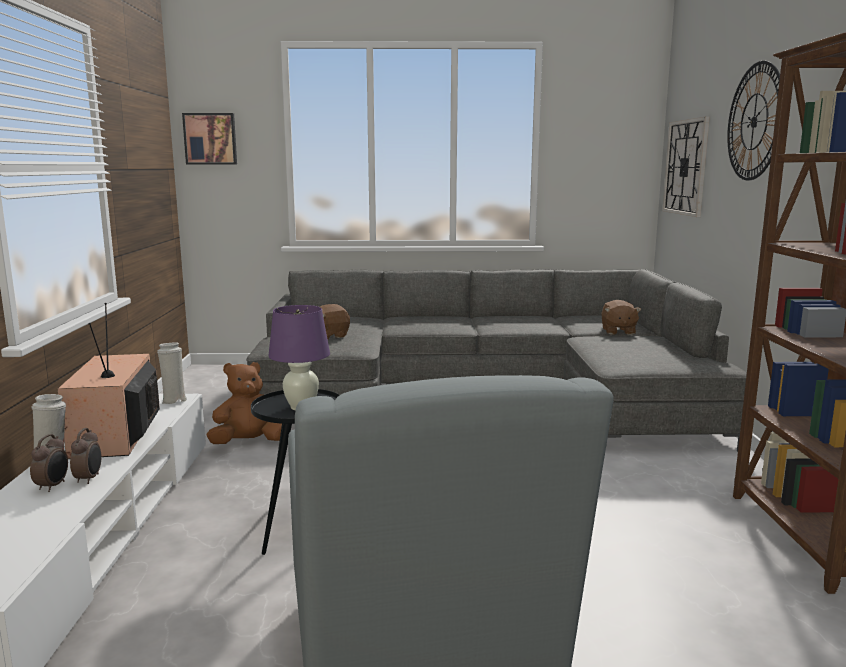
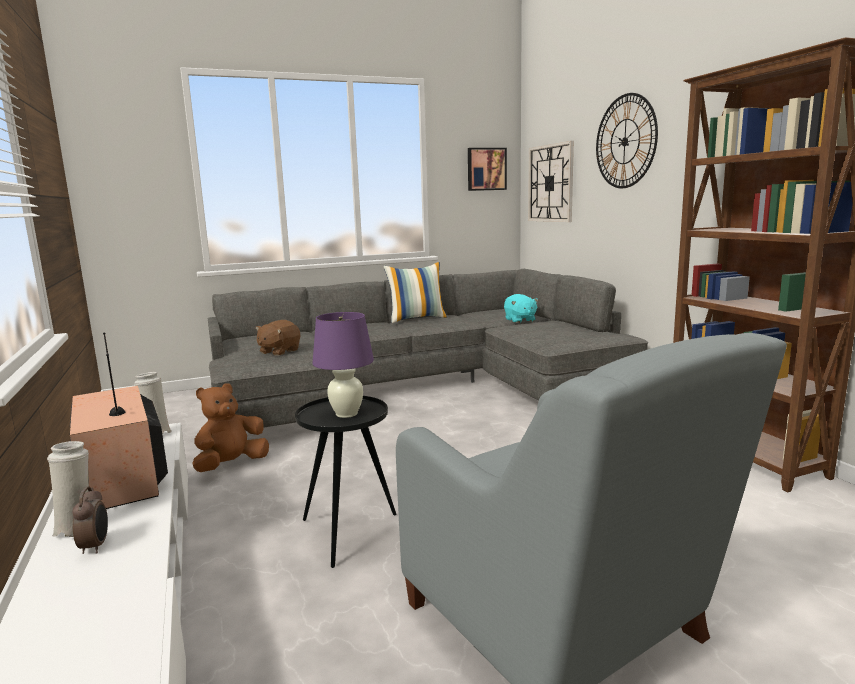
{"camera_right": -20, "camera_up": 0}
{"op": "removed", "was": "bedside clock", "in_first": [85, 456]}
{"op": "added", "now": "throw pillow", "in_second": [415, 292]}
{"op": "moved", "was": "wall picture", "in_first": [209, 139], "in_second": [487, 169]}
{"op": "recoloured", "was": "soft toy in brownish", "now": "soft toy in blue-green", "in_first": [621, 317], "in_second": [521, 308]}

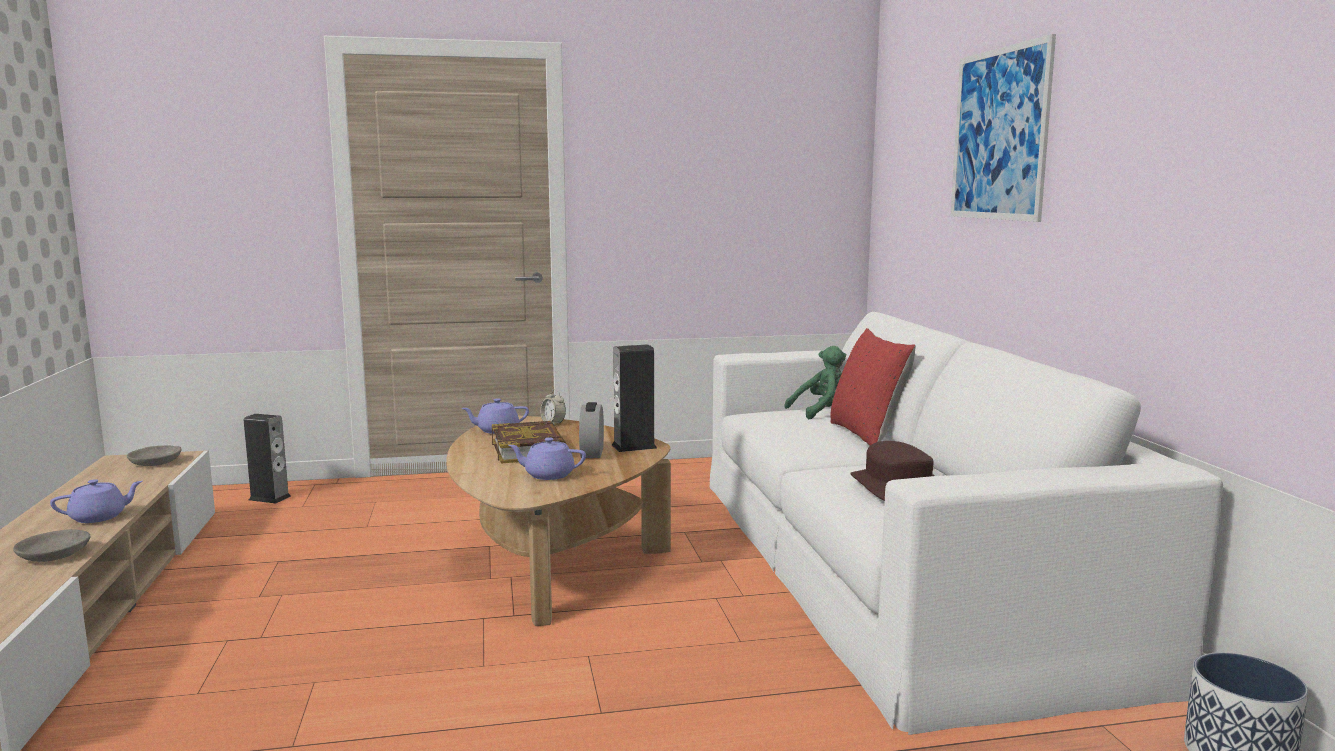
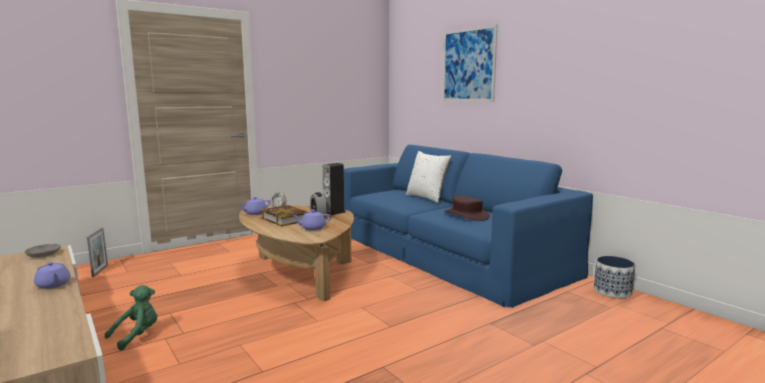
{"camera_right": -25, "camera_up": 0}
{"op": "removed", "was": "deep dish in grey", "in_first": [52, 545]}
{"op": "moved", "was": "soft toy in greenish", "in_first": [816, 382], "in_second": [131, 318]}
{"op": "replaced", "was": "loudspeaker", "now": "photo frame", "in_first": [267, 458], "in_second": [97, 252]}
{"op": "recoloured", "was": "sofa in whitish", "now": "sofa in bluish", "in_first": [966, 523], "in_second": [468, 226]}
{"op": "recoloured", "was": "throw pillow in red", "now": "throw pillow in whitish", "in_first": [873, 386], "in_second": [428, 177]}
{"op": "turned", "was": "pot for tea in purple", "in_first": [96, 501], "in_second": [52, 275], "clockwise": 105}

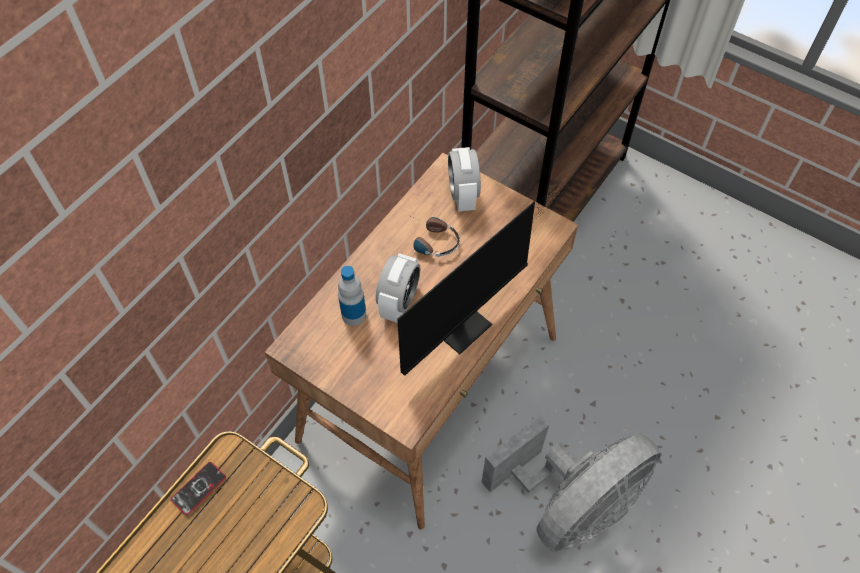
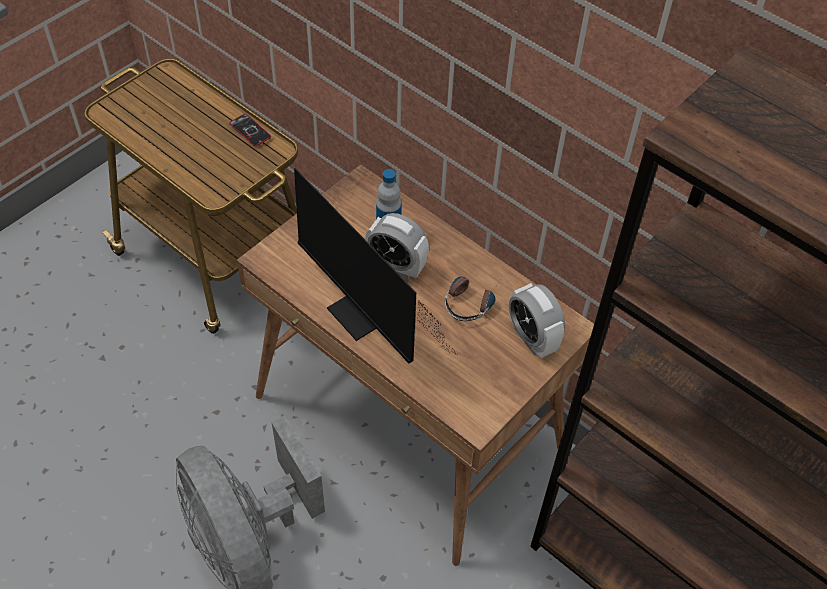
{"camera_right": 95, "camera_up": -5}
{"op": "turned", "was": "bedside clock", "in_first": [464, 179], "in_second": [537, 320], "clockwise": -120}

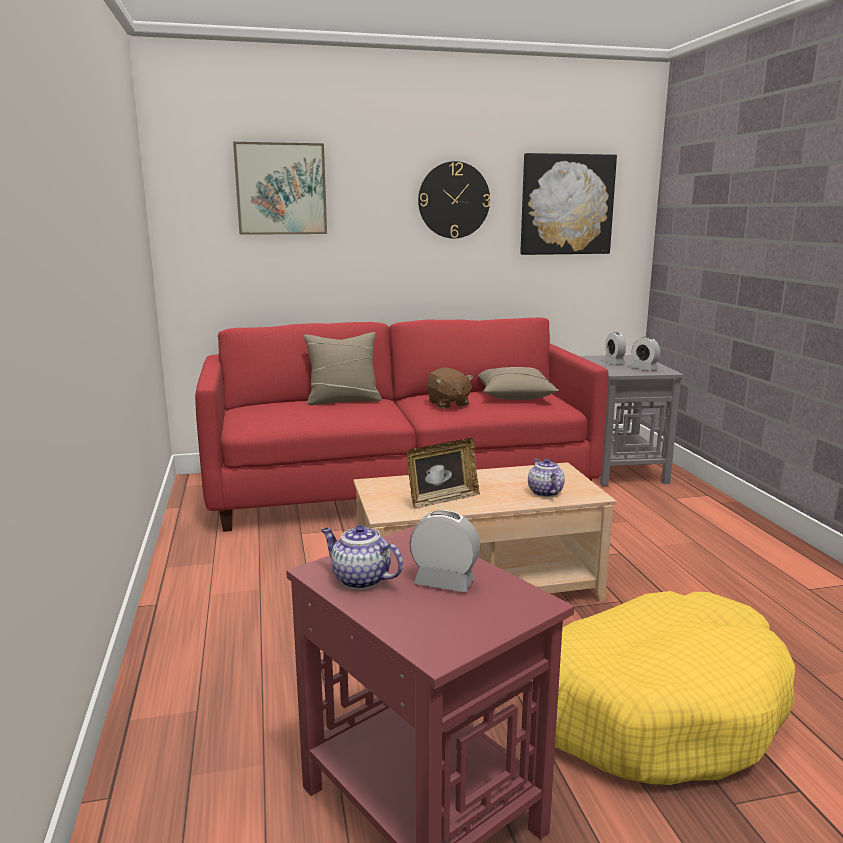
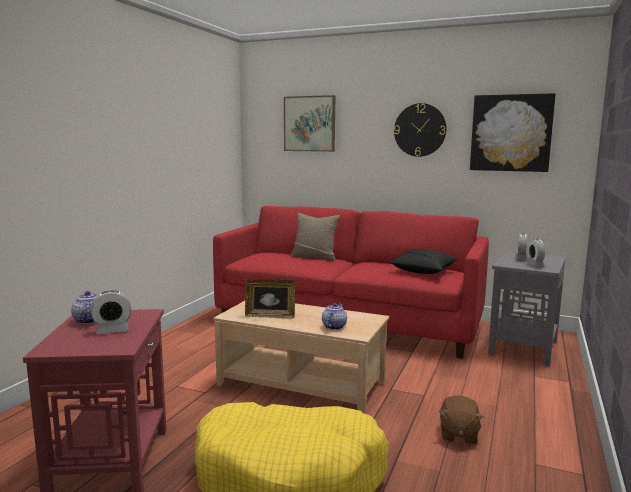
{"camera_right": 35, "camera_up": -5}
{"op": "moved", "was": "soft toy in brownish", "in_first": [450, 388], "in_second": [461, 420]}
{"op": "recoloured", "was": "throw pillow in beige-coloured", "now": "throw pillow in black-coloured", "in_first": [518, 383], "in_second": [424, 261]}
{"op": "turned", "was": "bedside clock", "in_first": [445, 551], "in_second": [111, 312], "clockwise": 105}

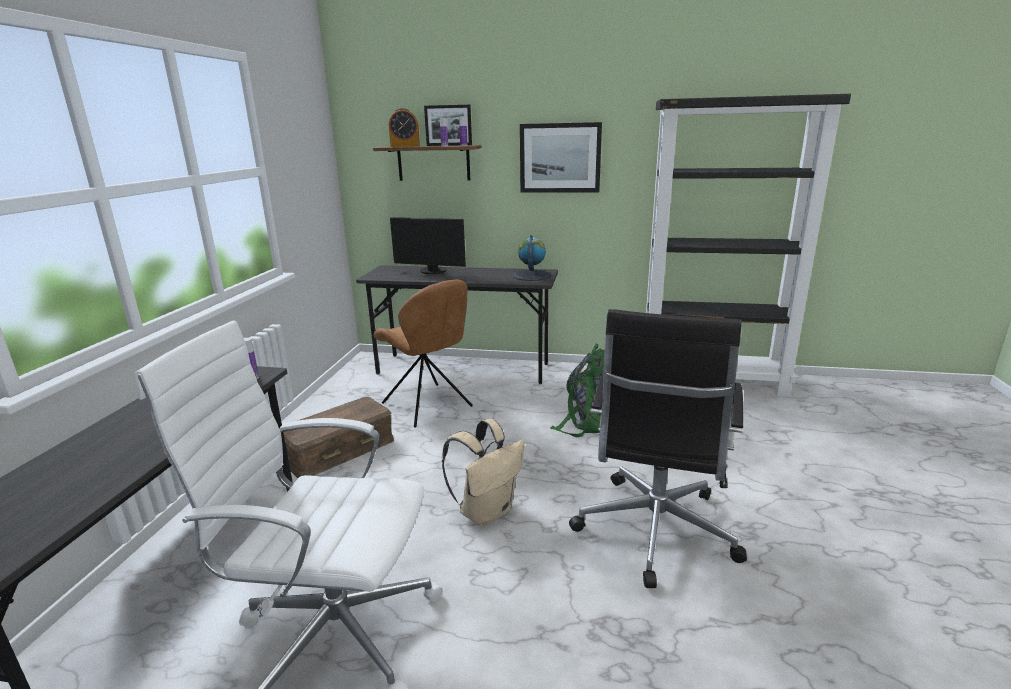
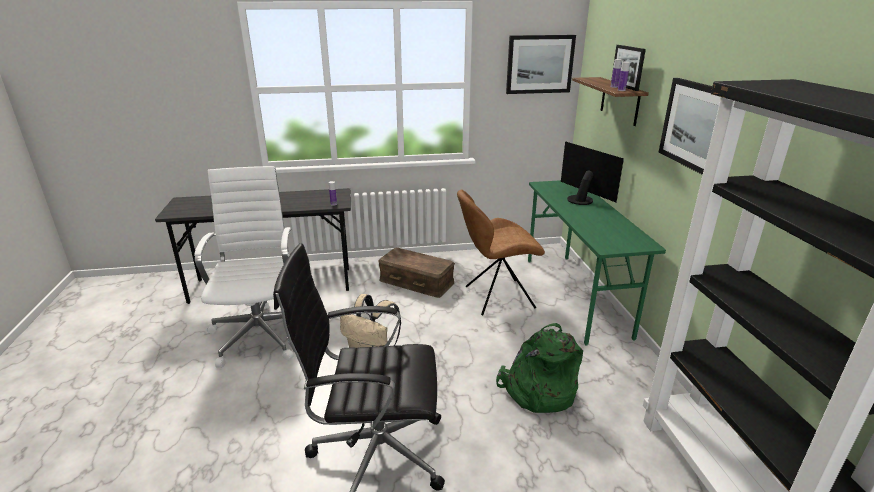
{"camera_right": 70, "camera_up": 5}
{"op": "removed", "was": "bedside clock", "in_first": [404, 127]}
{"op": "removed", "was": "world globe", "in_first": [532, 258]}
{"op": "added", "now": "wall picture", "in_second": [541, 64]}
{"op": "recoloured", "was": "desk unit in grey", "now": "desk unit in greenish", "in_first": [457, 324], "in_second": [597, 262]}
{"op": "turned", "was": "plain chair in brownish", "in_first": [423, 353], "in_second": [501, 253], "clockwise": 45}
{"op": "turned", "was": "computer screen", "in_first": [428, 245], "in_second": [592, 173], "clockwise": 150}

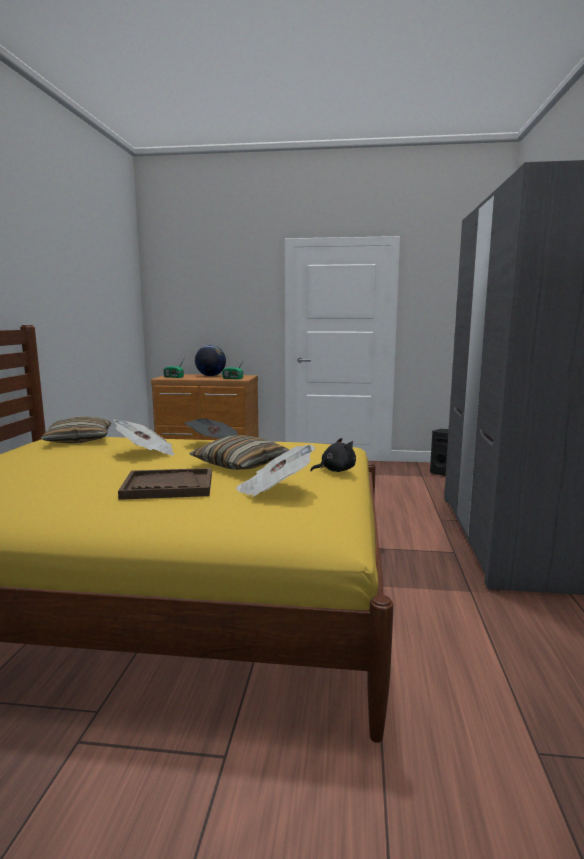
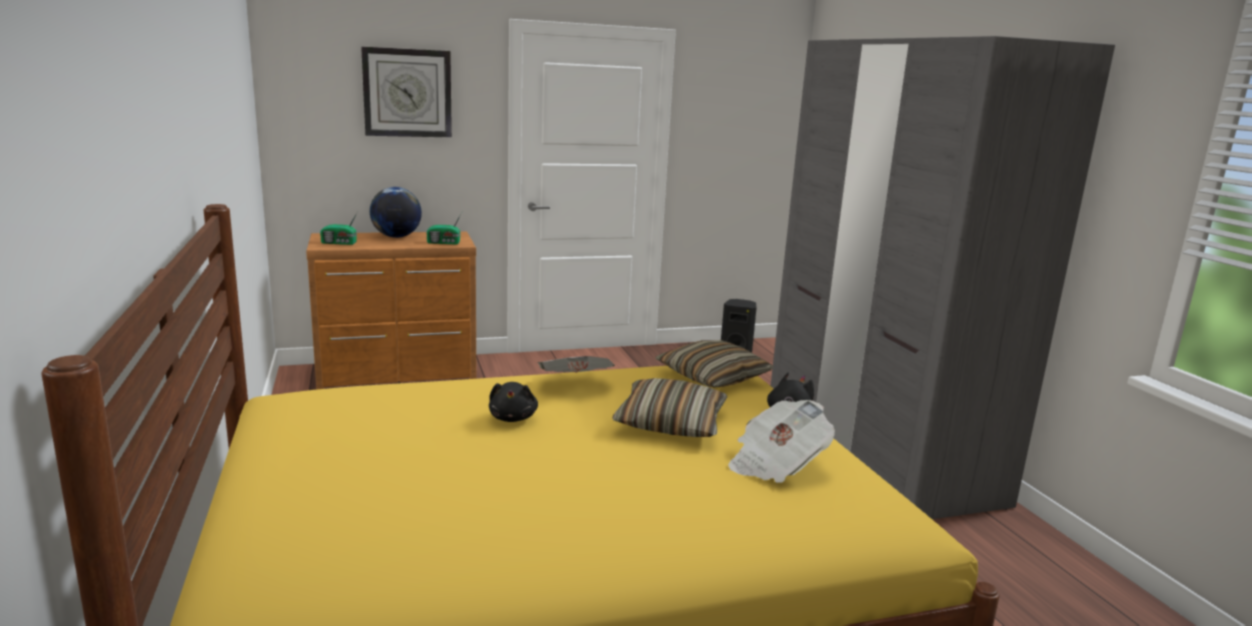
{"camera_right": -25, "camera_up": 5}
{"op": "removed", "was": "serving tray in brownish", "in_first": [165, 484]}
{"op": "added", "now": "clock on the wall", "in_second": [406, 92]}
{"op": "moved", "was": "throw pillow", "in_first": [76, 430], "in_second": [714, 363]}
{"op": "replaced", "was": "newspaper", "now": "soft toy in black-coloured", "in_first": [144, 437], "in_second": [513, 402]}

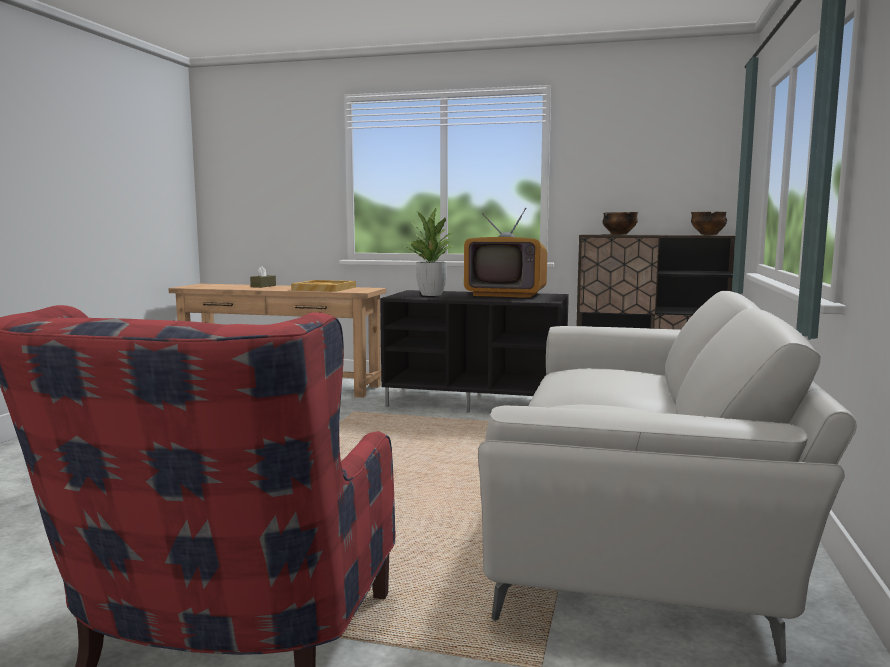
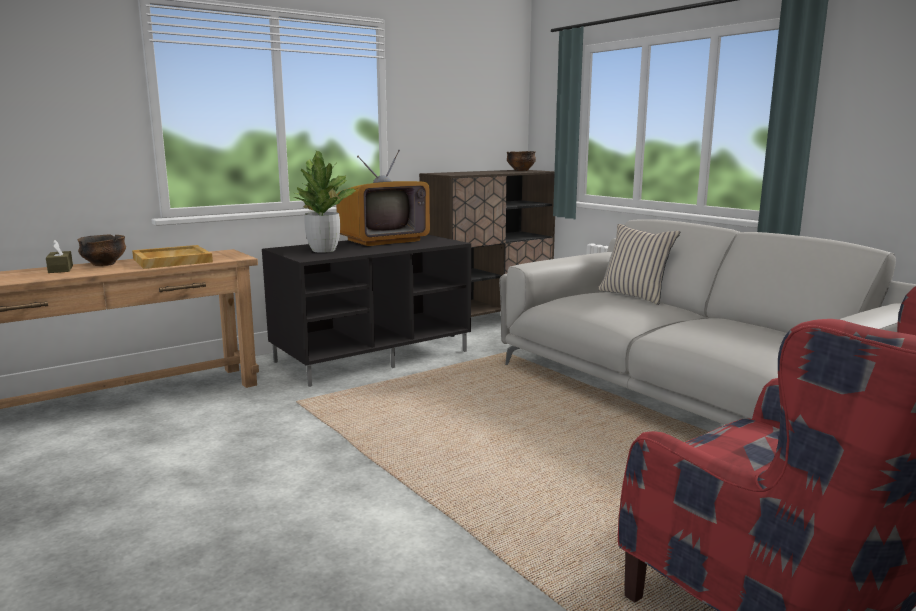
{"camera_right": -50, "camera_up": 5}
{"op": "added", "now": "throw pillow in beige-coloured", "in_second": [639, 264]}
{"op": "moved", "was": "deep dish", "in_first": [620, 223], "in_second": [101, 250]}

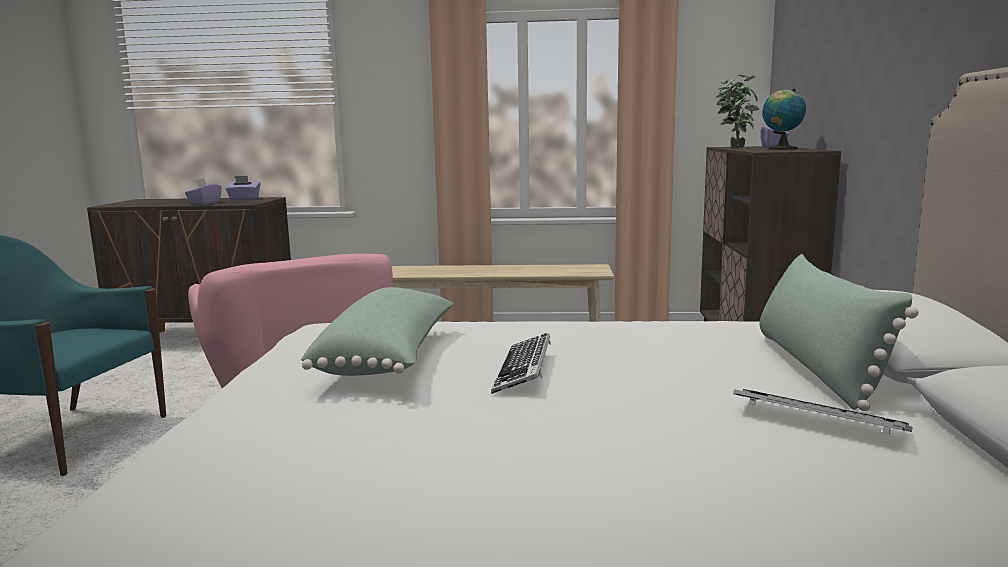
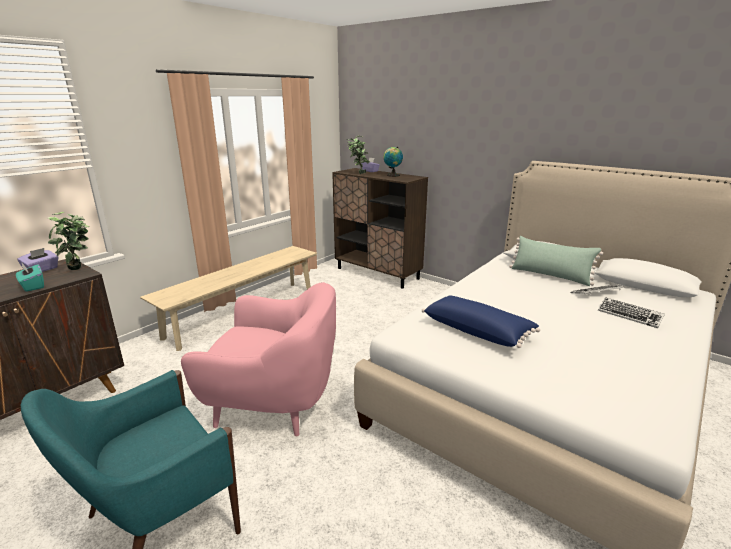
{"camera_right": -55, "camera_up": 10}
{"op": "added", "now": "plant in a pot", "in_second": [68, 241]}
{"op": "moved", "was": "keyboard", "in_first": [521, 363], "in_second": [631, 312]}
{"op": "recoloured", "was": "tissue holder in purple", "now": "tissue holder in blue-green", "in_first": [203, 191], "in_second": [30, 277]}
{"op": "recoloured", "was": "throw pillow in greenish", "now": "throw pillow in bluish", "in_first": [377, 331], "in_second": [481, 322]}

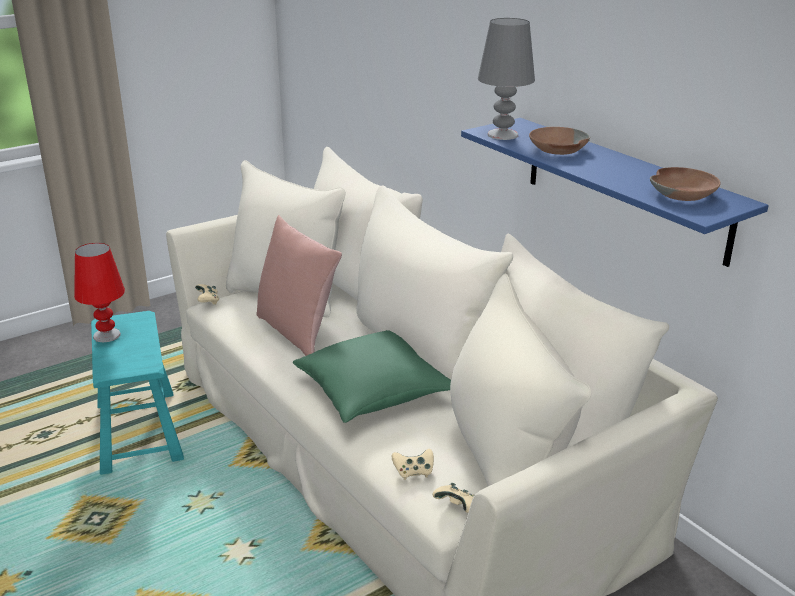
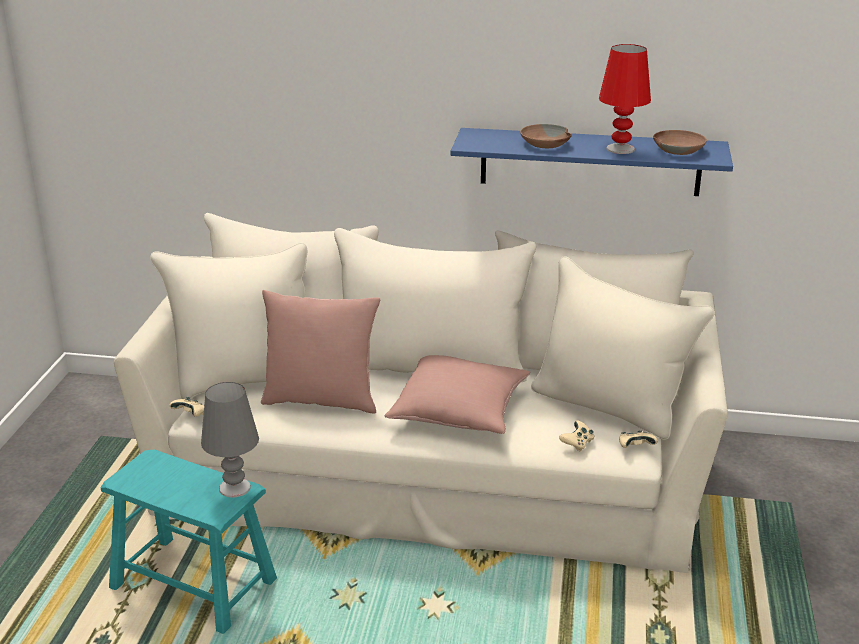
{"camera_right": -45, "camera_up": 0}
{"op": "moved", "was": "lamp for a table in red", "in_first": [99, 292], "in_second": [625, 99]}
{"op": "moved", "was": "lamp for a table in grey", "in_first": [506, 79], "in_second": [230, 440]}
{"op": "recoloured", "was": "throw pillow in greenish", "now": "throw pillow in pink-coloured", "in_first": [372, 376], "in_second": [457, 394]}

